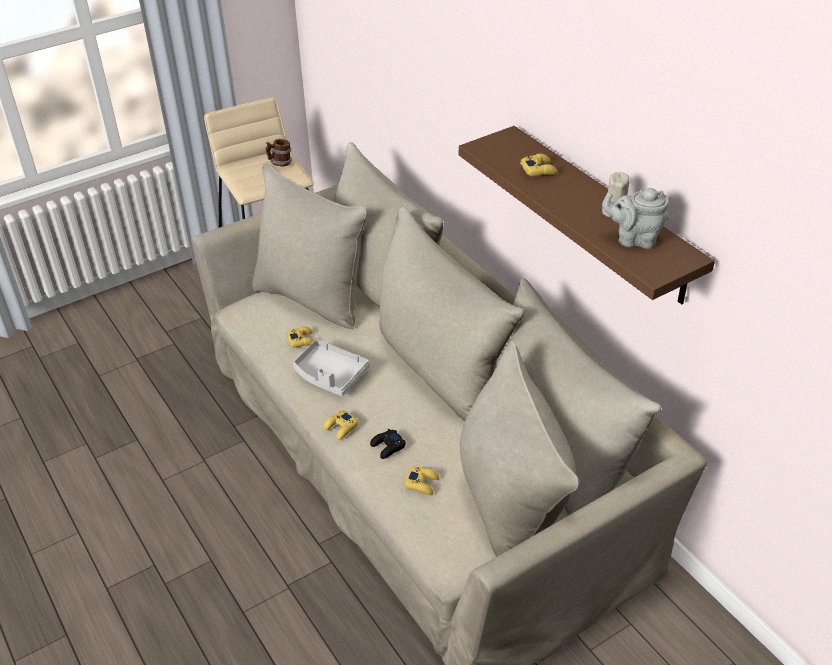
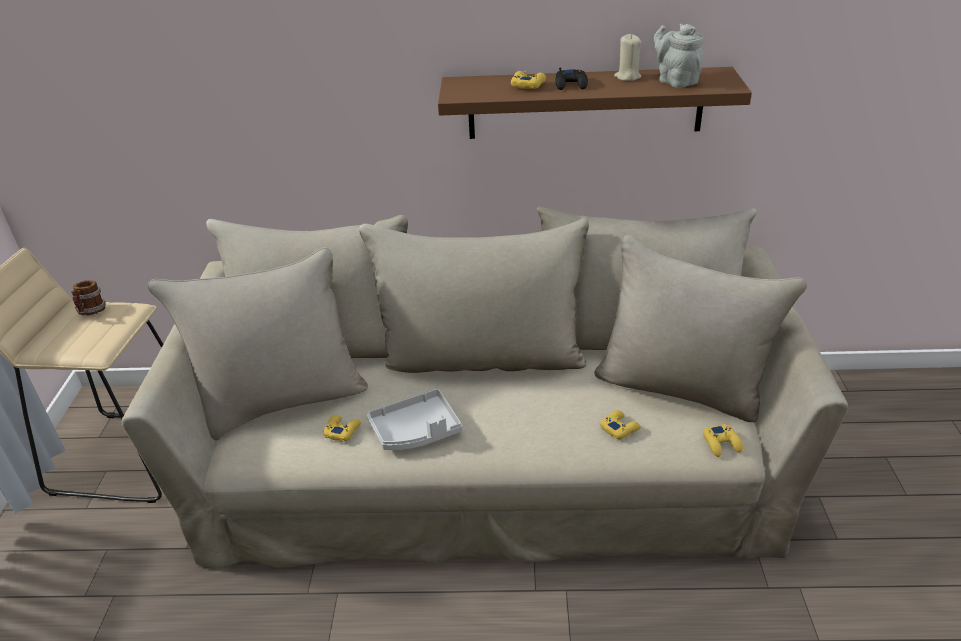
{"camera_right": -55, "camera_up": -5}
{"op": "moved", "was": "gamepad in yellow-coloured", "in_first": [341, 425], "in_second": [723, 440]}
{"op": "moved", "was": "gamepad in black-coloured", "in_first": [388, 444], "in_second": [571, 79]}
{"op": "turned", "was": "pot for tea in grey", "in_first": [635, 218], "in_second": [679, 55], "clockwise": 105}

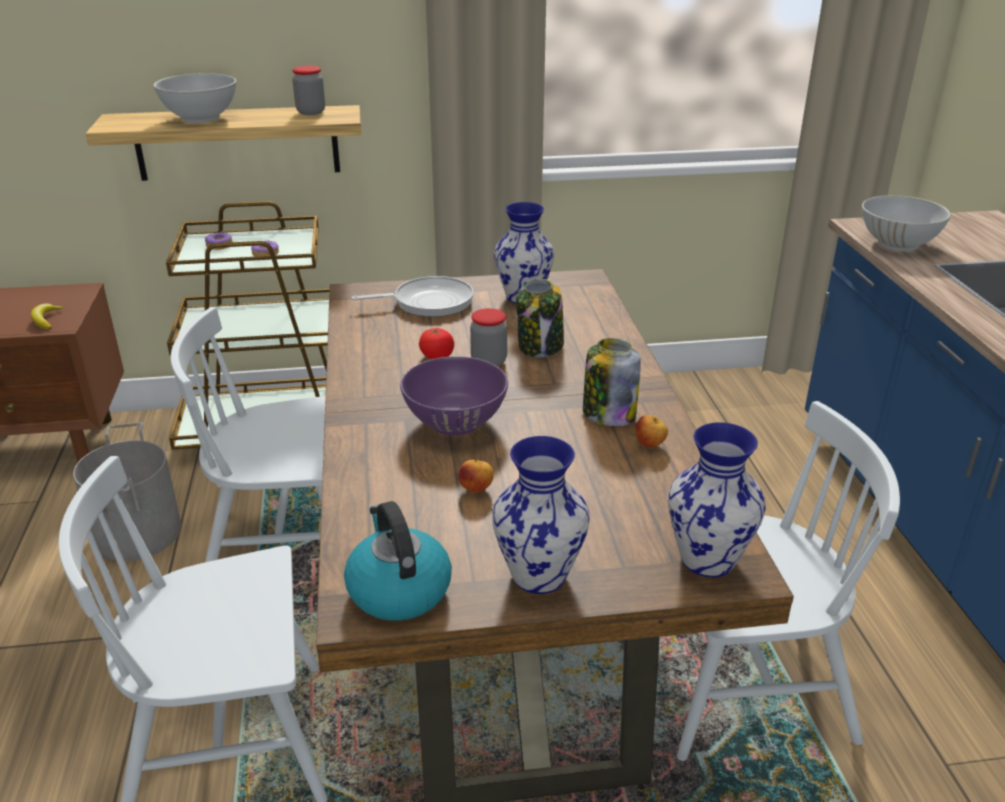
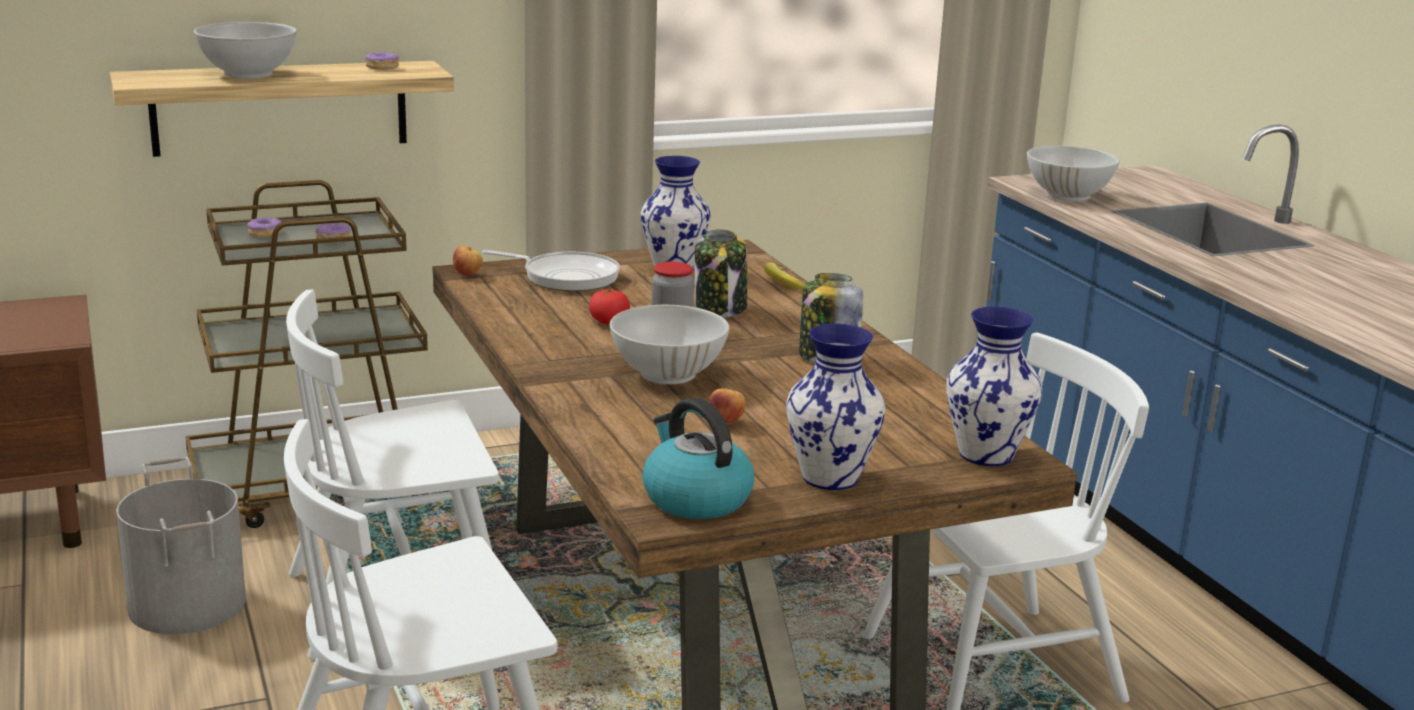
{"camera_right": -15, "camera_up": -10}
{"op": "moved", "was": "banana", "in_first": [48, 317], "in_second": [784, 276]}
{"op": "moved", "was": "whole apple", "in_first": [651, 431], "in_second": [468, 261]}
{"op": "replaced", "was": "storage jar", "now": "doughnut", "in_first": [308, 90], "in_second": [382, 60]}
{"op": "recoloured", "was": "deep dish in purple", "now": "deep dish in whitish", "in_first": [454, 396], "in_second": [670, 344]}
{"op": "turned", "was": "frying pan", "in_first": [412, 296], "in_second": [551, 270], "clockwise": 45}

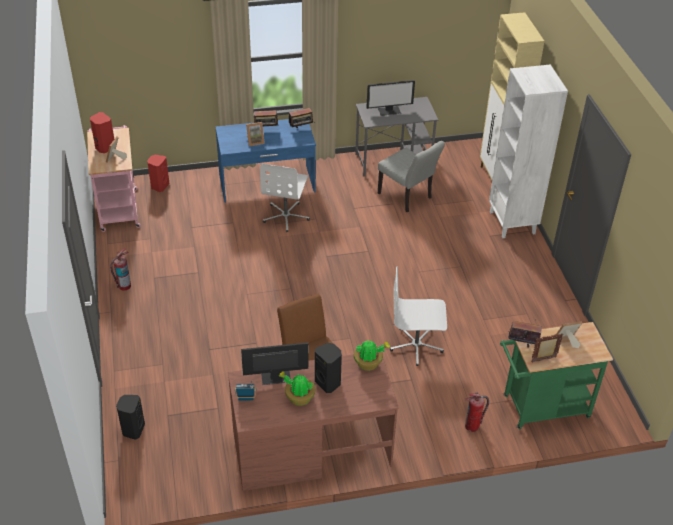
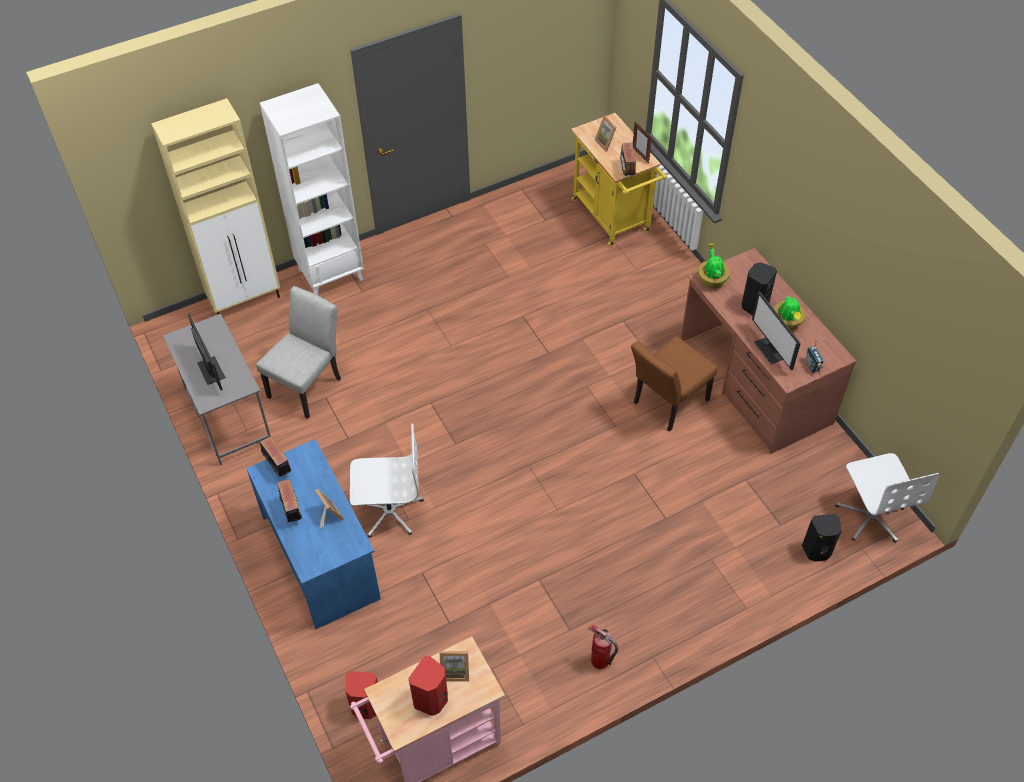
{"camera_right": -105, "camera_up": 10}
{"op": "removed", "was": "fire extinguisher", "in_first": [477, 412]}
{"op": "moved", "was": "desk chair in whitish", "in_first": [418, 316], "in_second": [887, 498]}
{"op": "recoloured", "was": "cart in greenish", "now": "cart in yellow-coloured", "in_first": [556, 375], "in_second": [619, 179]}

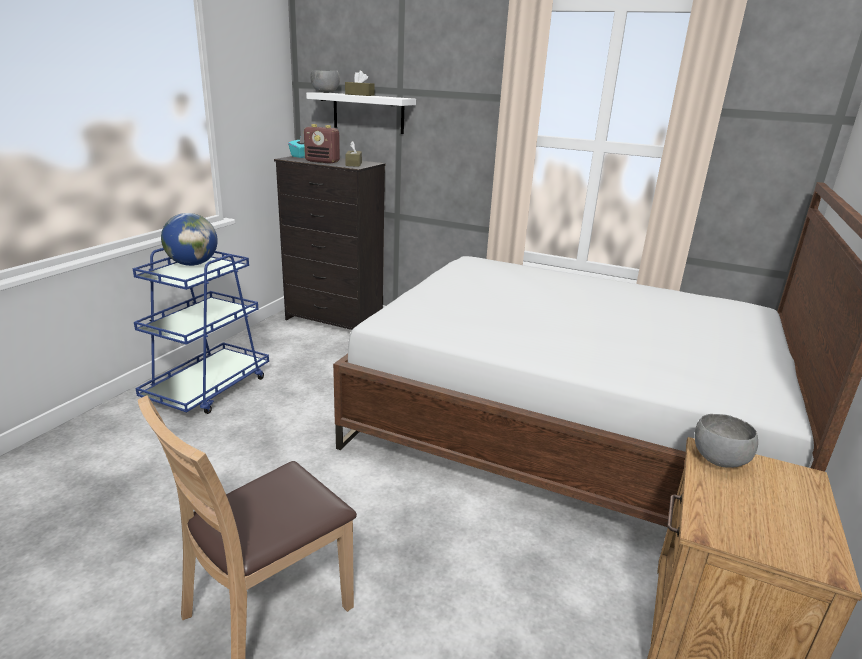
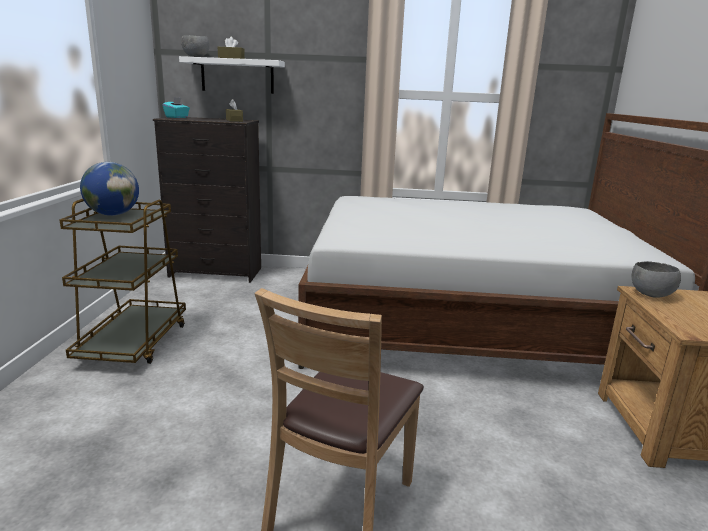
{"camera_right": -20, "camera_up": -5}
{"op": "removed", "was": "radio set", "in_first": [322, 144]}
{"op": "recoloured", "was": "cart in bluish", "now": "cart in brownish", "in_first": [200, 331], "in_second": [123, 281]}

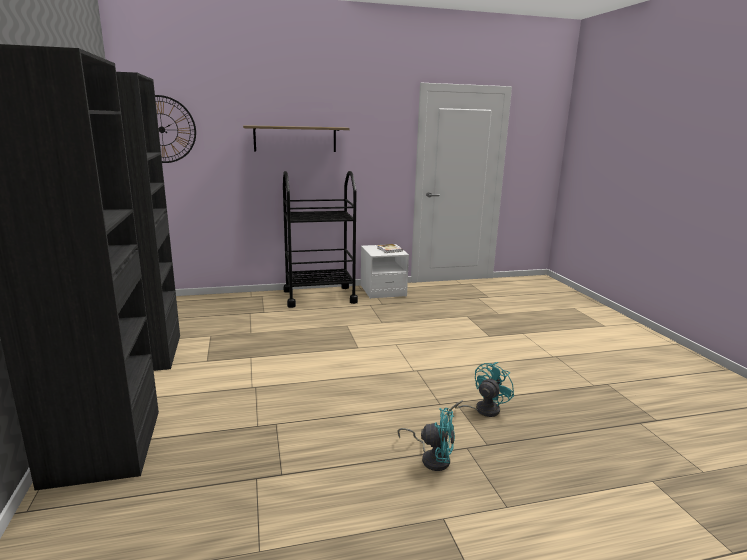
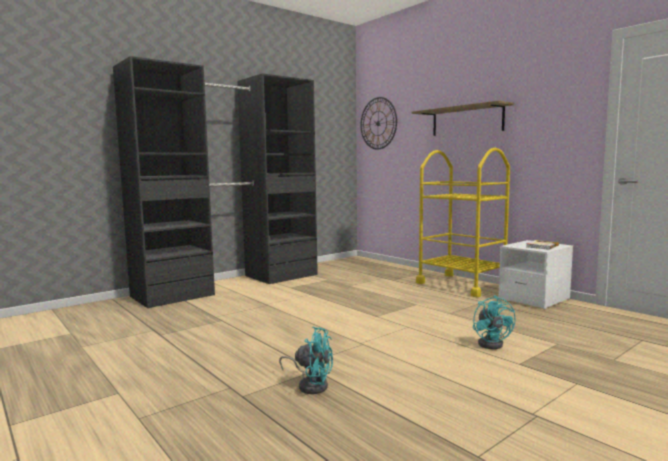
{"camera_right": 65, "camera_up": -10}
{"op": "moved", "was": "cooling fan in blue-green", "in_first": [426, 439], "in_second": [494, 322]}
{"op": "recoloured", "was": "cart in black-coloured", "now": "cart in yellow-coloured", "in_first": [320, 239], "in_second": [463, 222]}

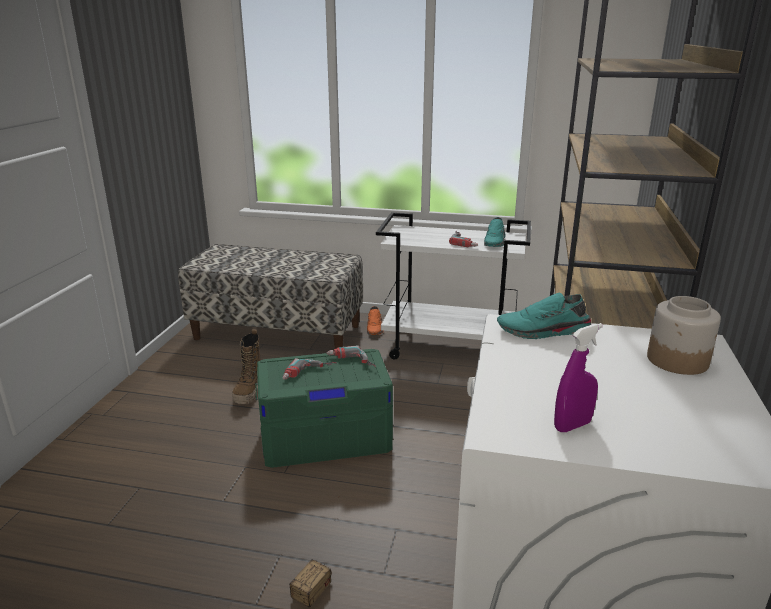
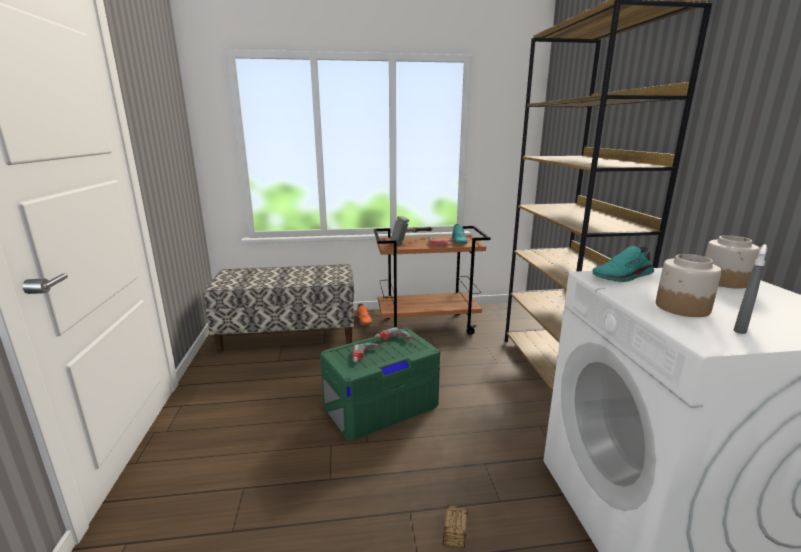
{"camera_right": -20, "camera_up": -5}
{"op": "removed", "was": "boot", "in_first": [246, 366]}
{"op": "added", "now": "tool hammer", "in_second": [411, 230]}
{"op": "added", "now": "storage jar", "in_second": [689, 285]}
{"op": "recoloured", "was": "cart in whitish", "now": "cart in brownish", "in_first": [453, 285], "in_second": [432, 280]}
{"op": "recoloured", "was": "sprayer in purple", "now": "sprayer in grey", "in_first": [578, 377], "in_second": [750, 289]}

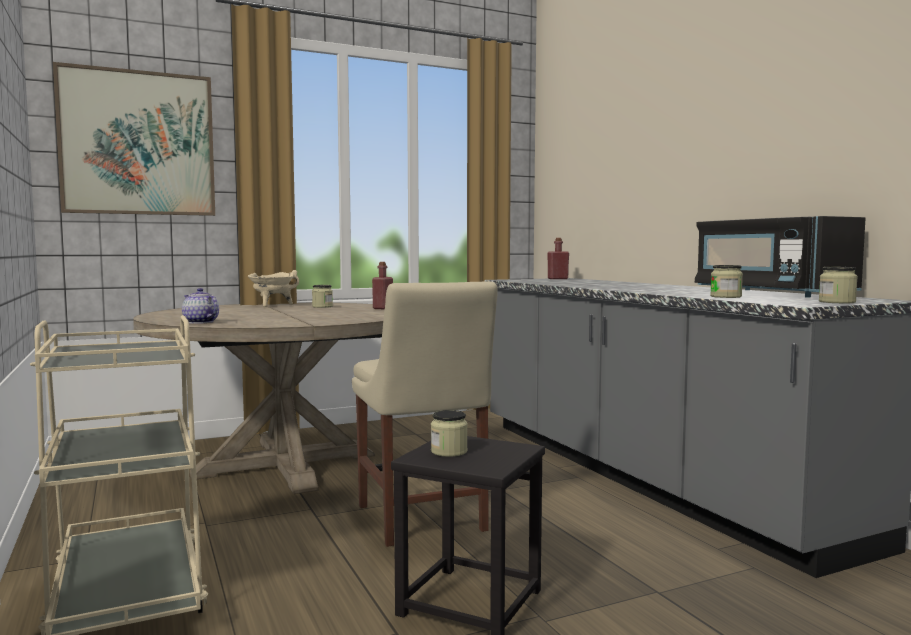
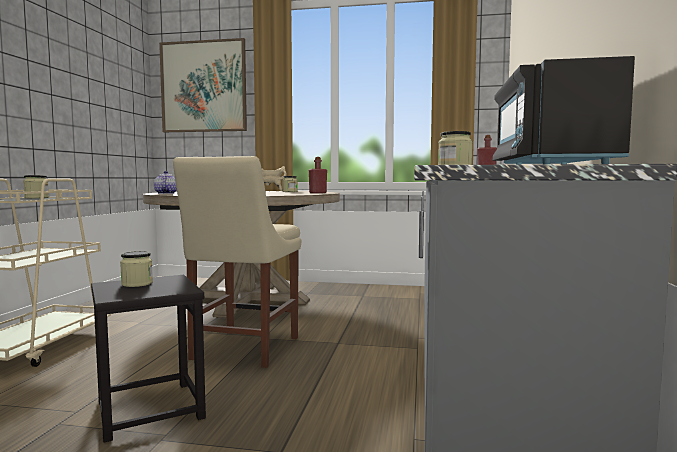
{"camera_right": 35, "camera_up": 0}
{"op": "moved", "was": "storage jar", "in_first": [838, 285], "in_second": [36, 186]}

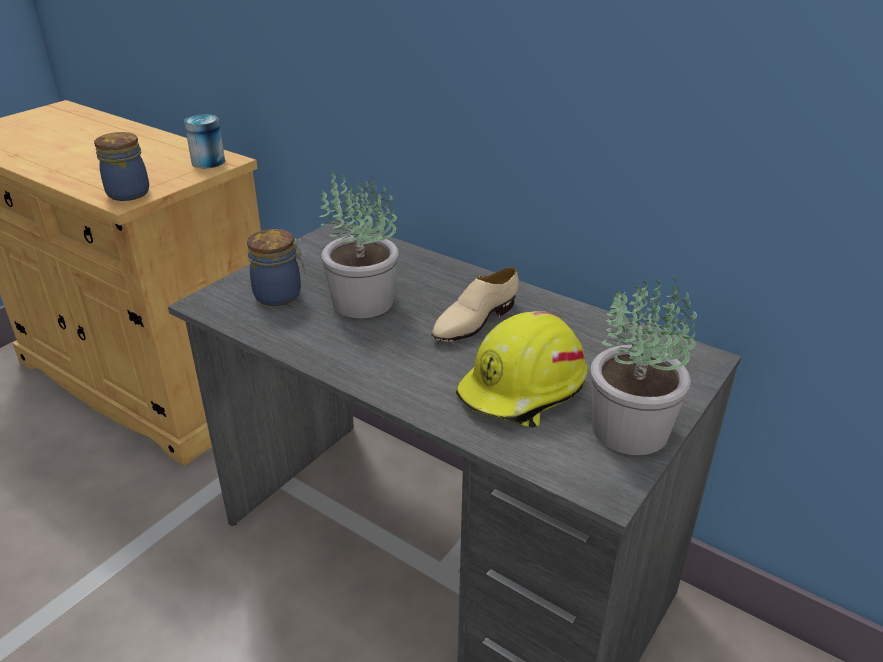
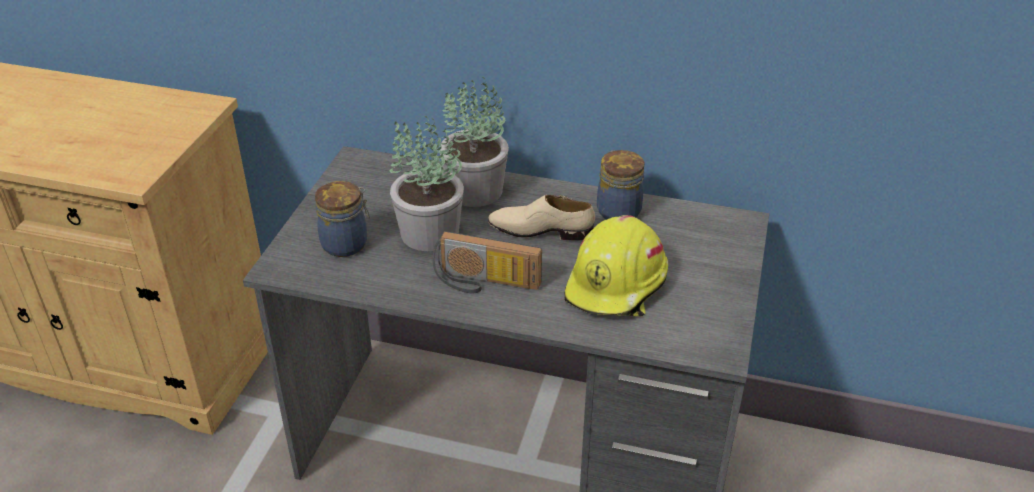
{"camera_right": -20, "camera_up": 5}
{"op": "removed", "was": "can", "in_first": [204, 141]}
{"op": "added", "now": "radio set", "in_second": [487, 262]}
{"op": "moved", "was": "storage jar", "in_first": [121, 166], "in_second": [620, 185]}
{"op": "moved", "was": "plant in a pot", "in_first": [644, 366], "in_second": [474, 142]}
{"op": "turned", "was": "shoe in beige-coloured", "in_first": [475, 304], "in_second": [541, 217], "clockwise": 75}

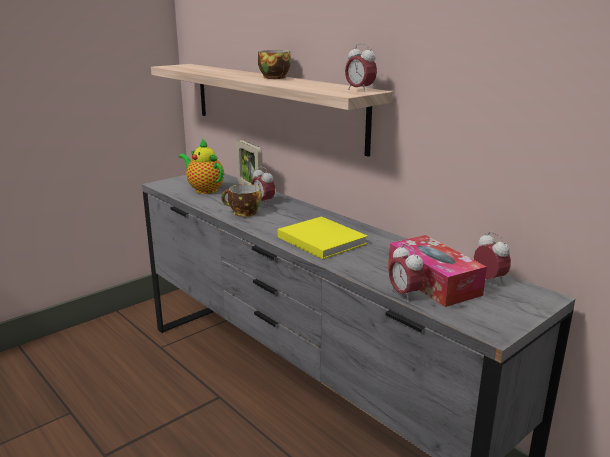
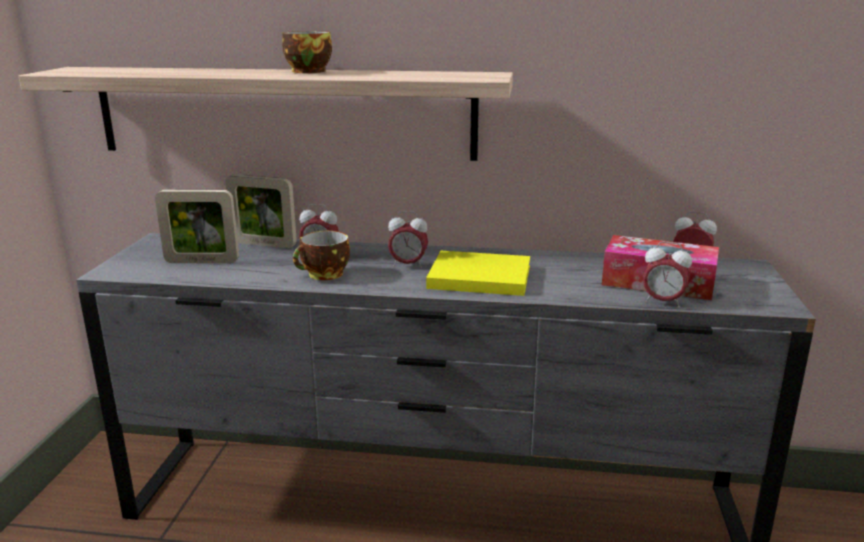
{"camera_right": -40, "camera_up": 0}
{"op": "moved", "was": "bedside clock", "in_first": [361, 67], "in_second": [408, 239]}
{"op": "replaced", "was": "pot for tea", "now": "photo frame", "in_first": [201, 166], "in_second": [197, 226]}

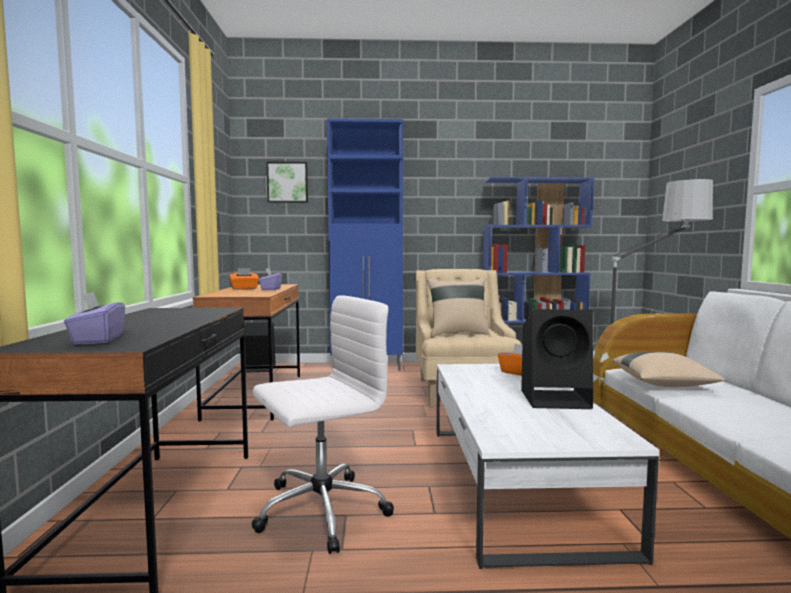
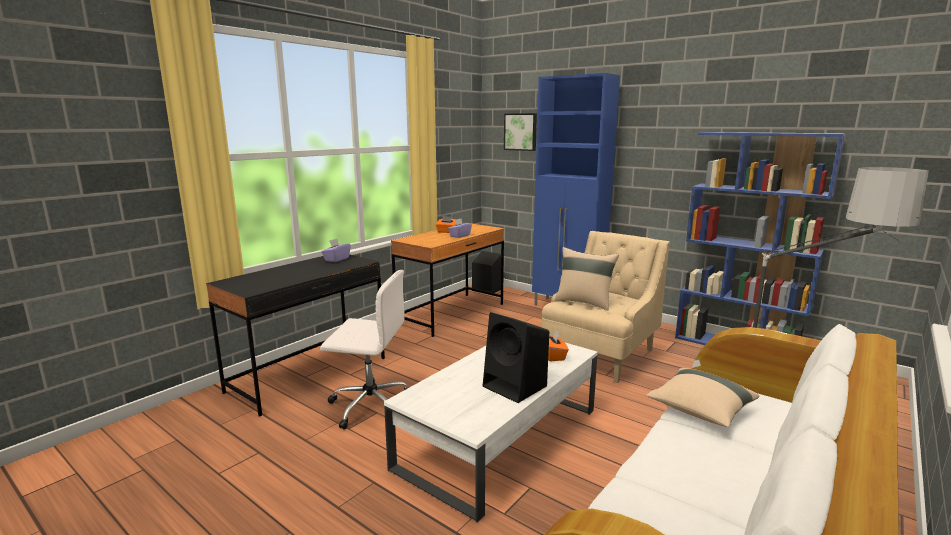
{"camera_right": 40, "camera_up": 10}
{"op": "moved", "was": "tissue holder in purple", "in_first": [94, 318], "in_second": [336, 250]}

